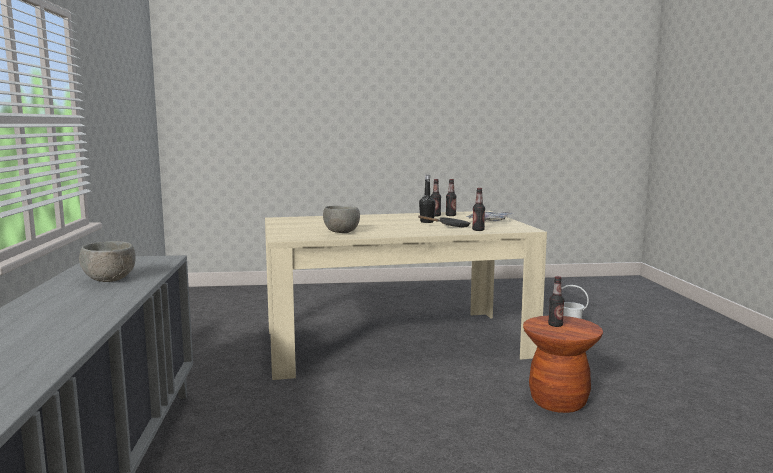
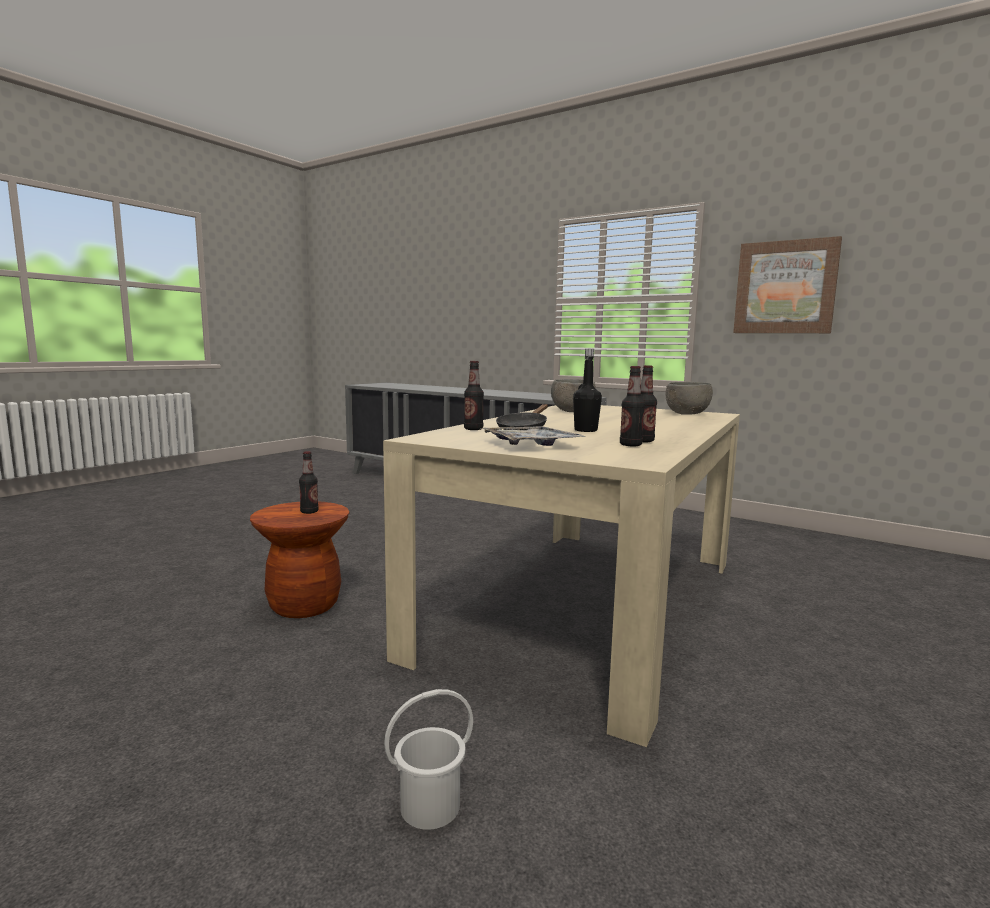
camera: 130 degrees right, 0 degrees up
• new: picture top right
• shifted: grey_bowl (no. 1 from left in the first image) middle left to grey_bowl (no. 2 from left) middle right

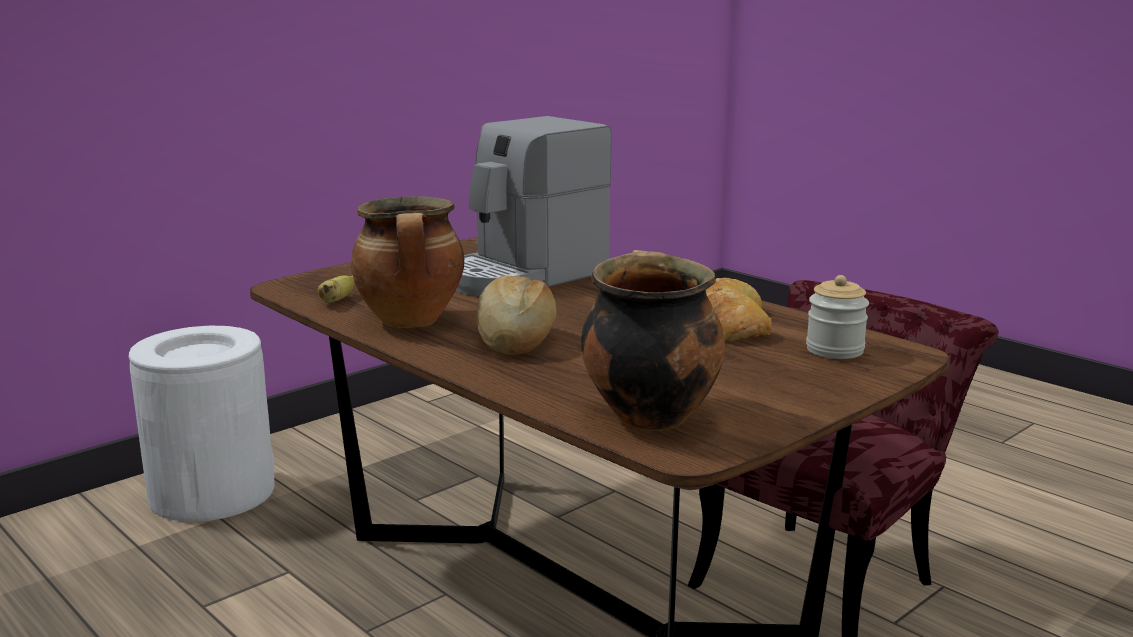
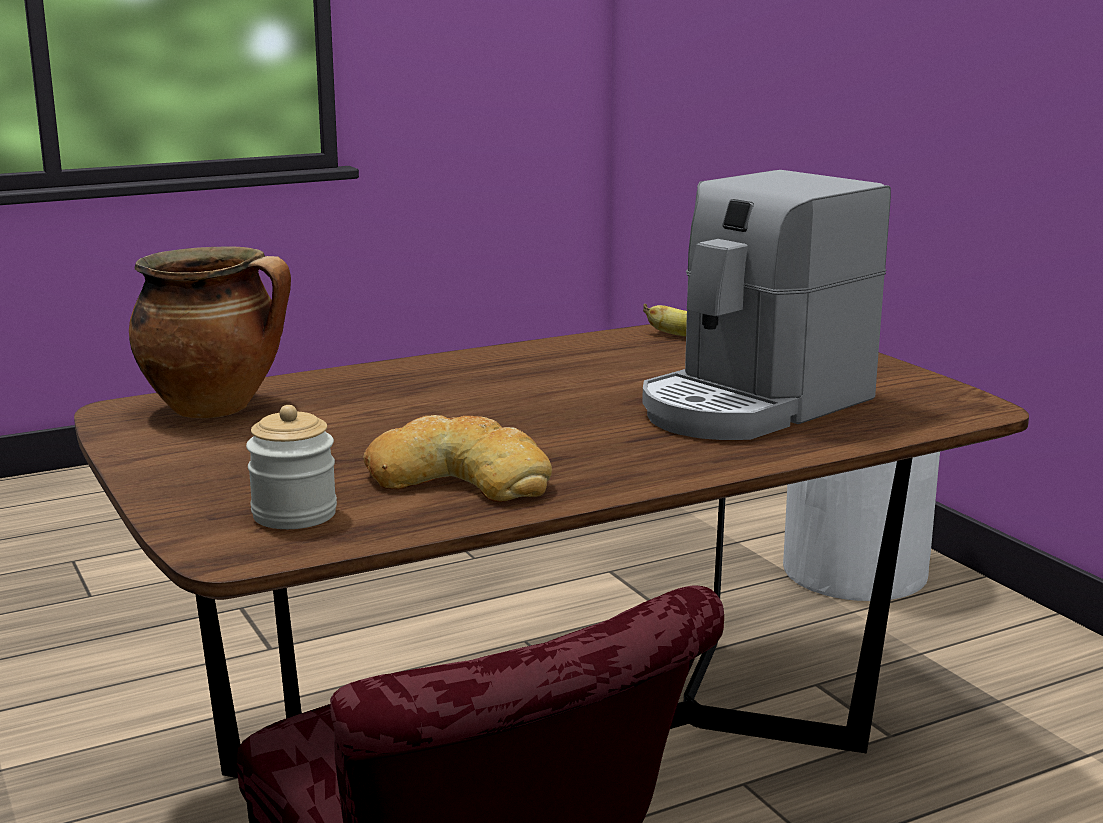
camera: 105 degrees right, 0 degrees up
• gone: cooking_pot (no. 1 from left) centre
• gone: bread (no. 1 from left) centre
• rotated: coffee_machine top centre = middle right 105 degrees counterclockwise

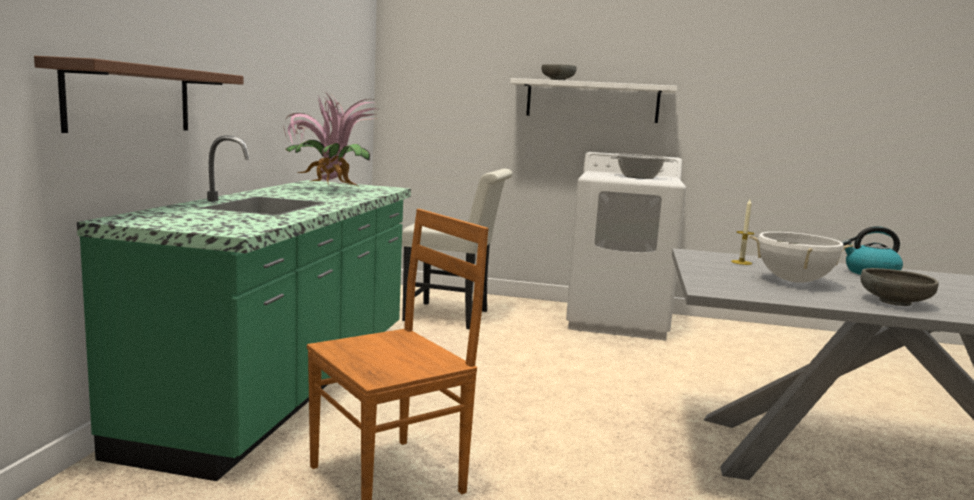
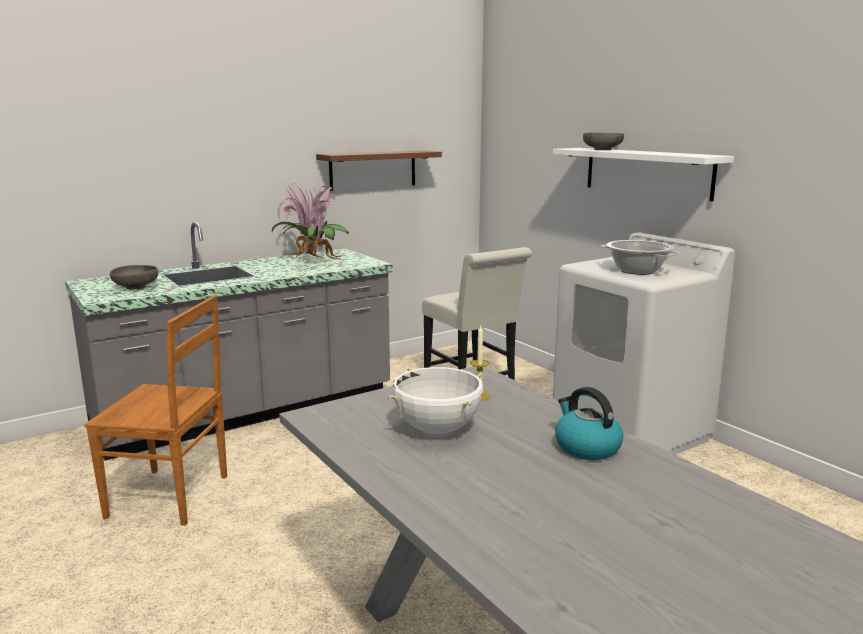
camera: 45 degrees right, 5 degrees up
• shifted: brown_shelf top left to top centre
• shifted: grey_bowl (no. 2 from left in the first image) middle right to grey_bowl (no. 1 from left) middle left
• repainted: green_counter middle left to grey_counter middle left

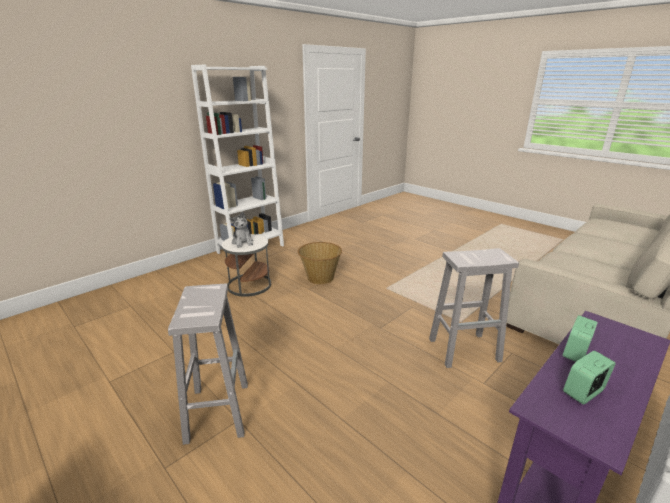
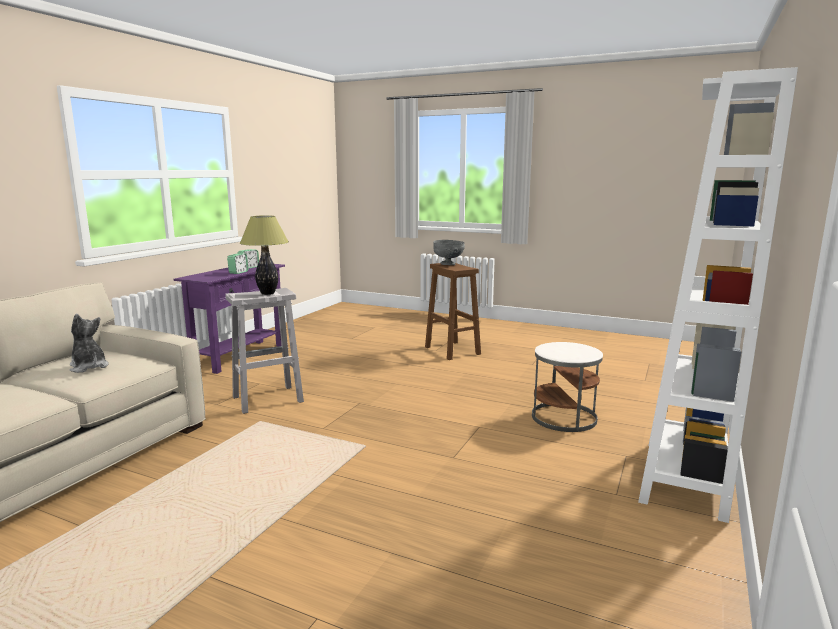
camera: 160 degrees right, 10 degrees down
• gone: basket centre
• new: table_lamp middle left
• new: grey_bowl centre
• shifted: plush_toy centre to middle left
• repainted: white_stool (no. 1 from left) bottom left to brown_stool centre

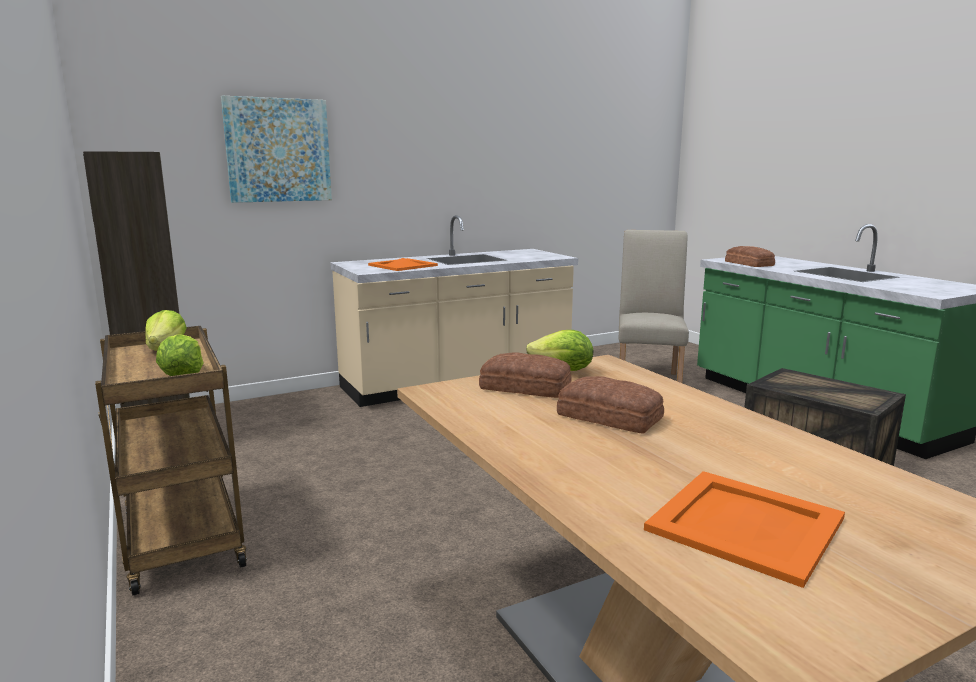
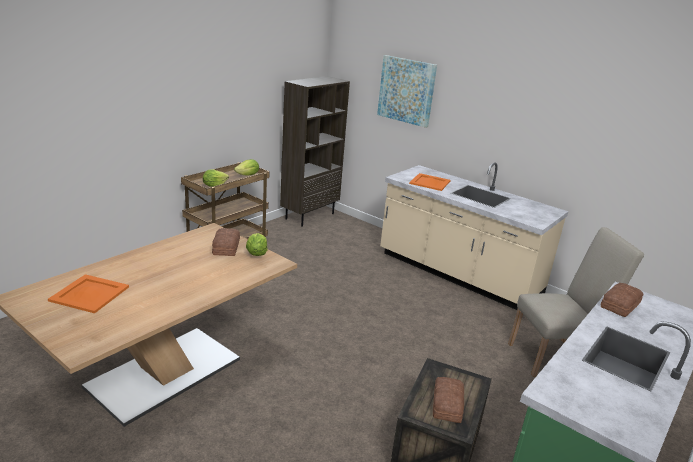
camera: 65 degrees right, 10 degrees up
• shifted: bread (no. 2 from left) centre to bottom centre

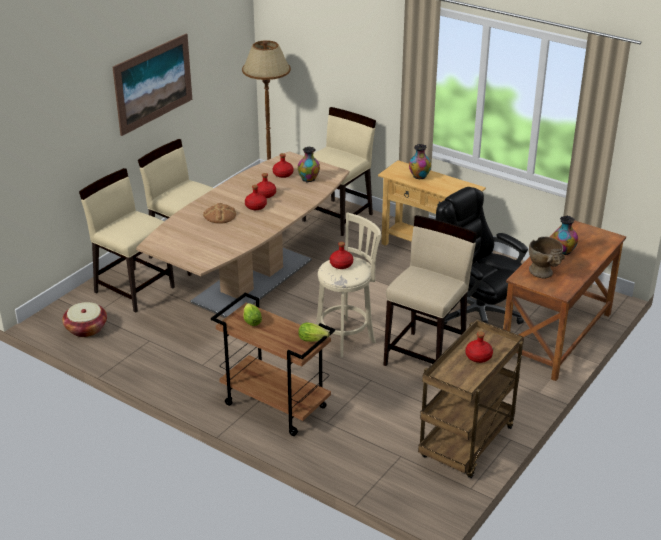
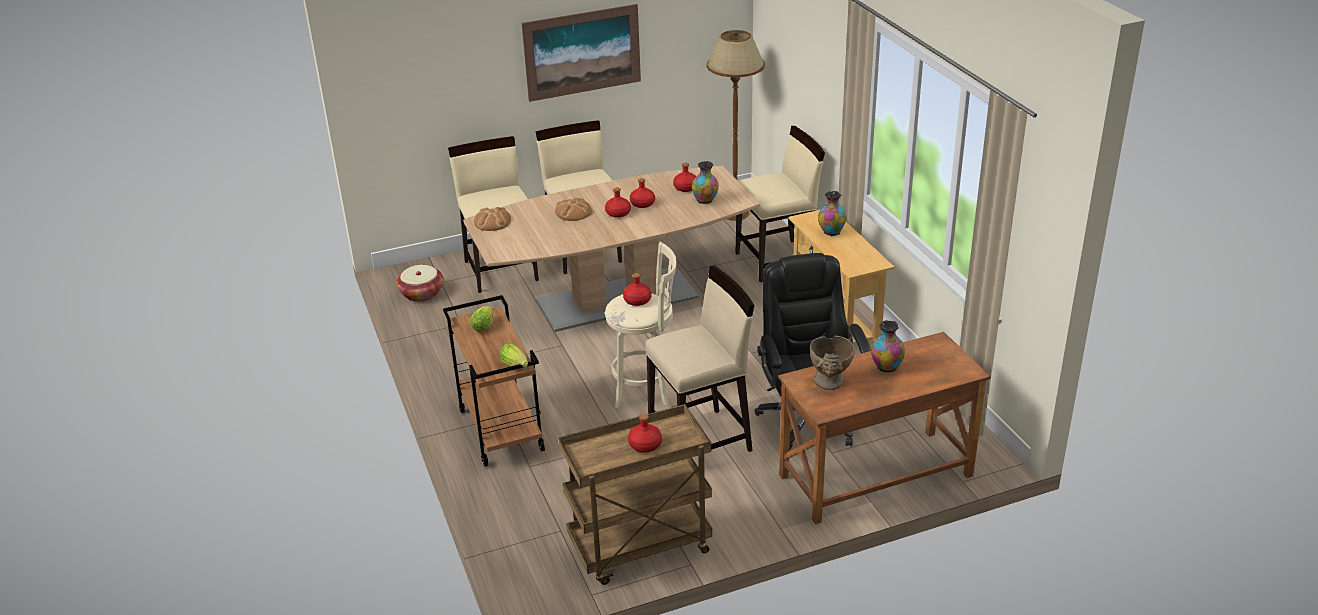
camera: 35 degrees right, 0 degrees up
• new: bread (no. 1 from left) centre

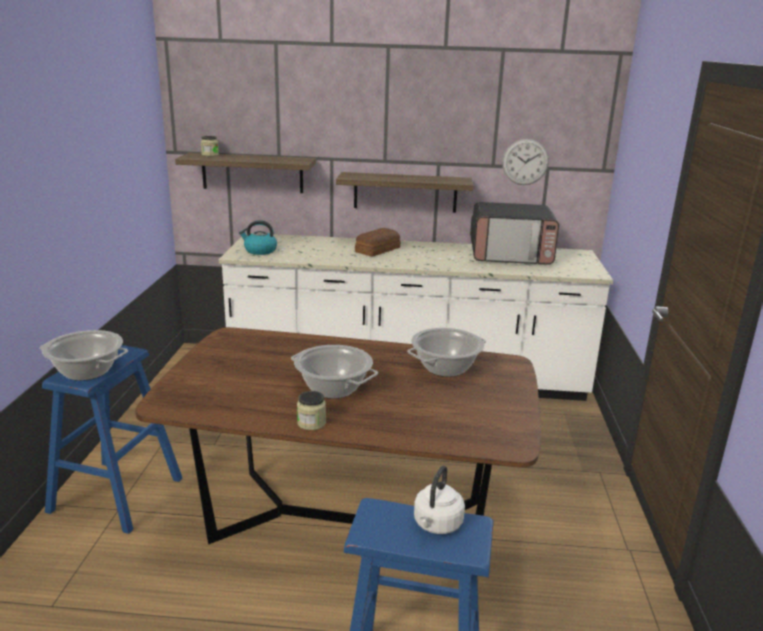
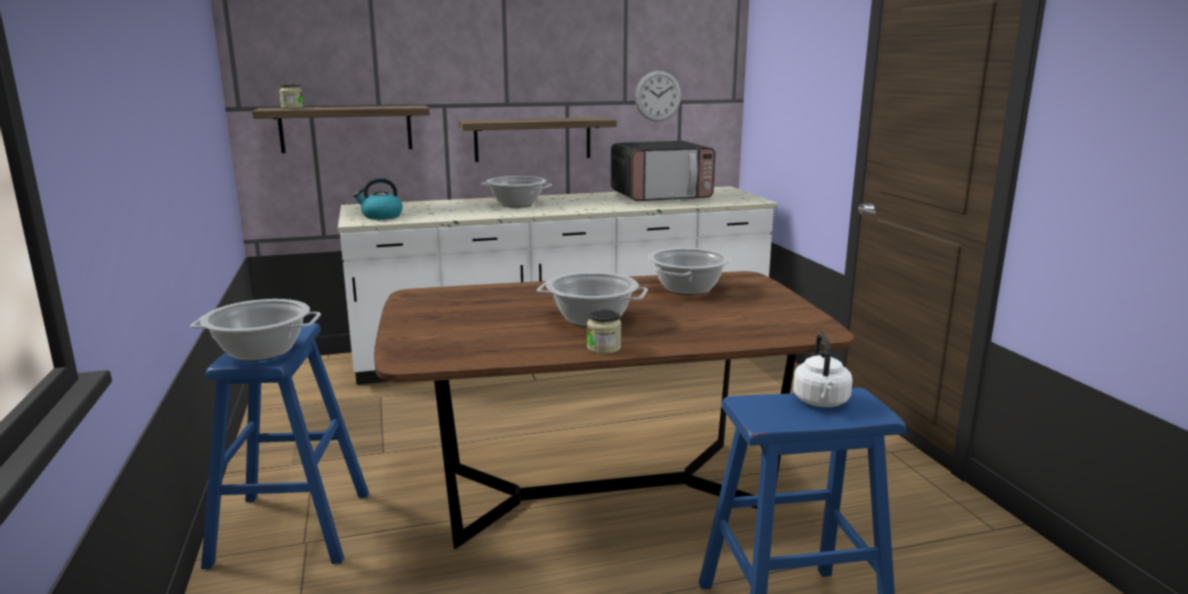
camera: 20 degrees left, 5 degrees down
• swapped: bread centre to cooking_pot (no. 2 from left) top centre

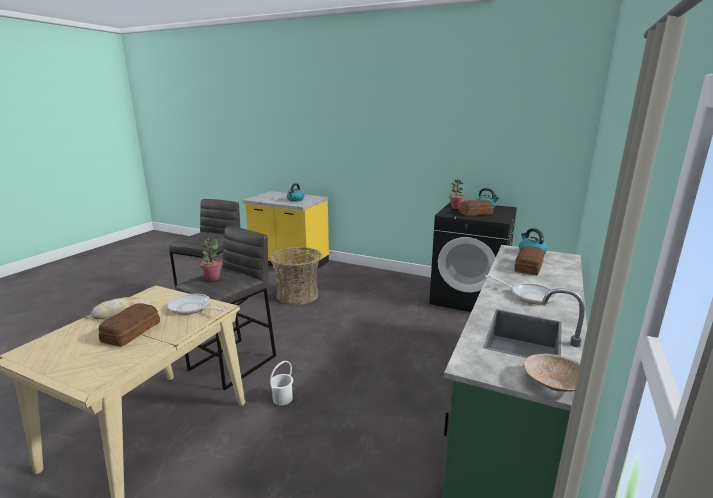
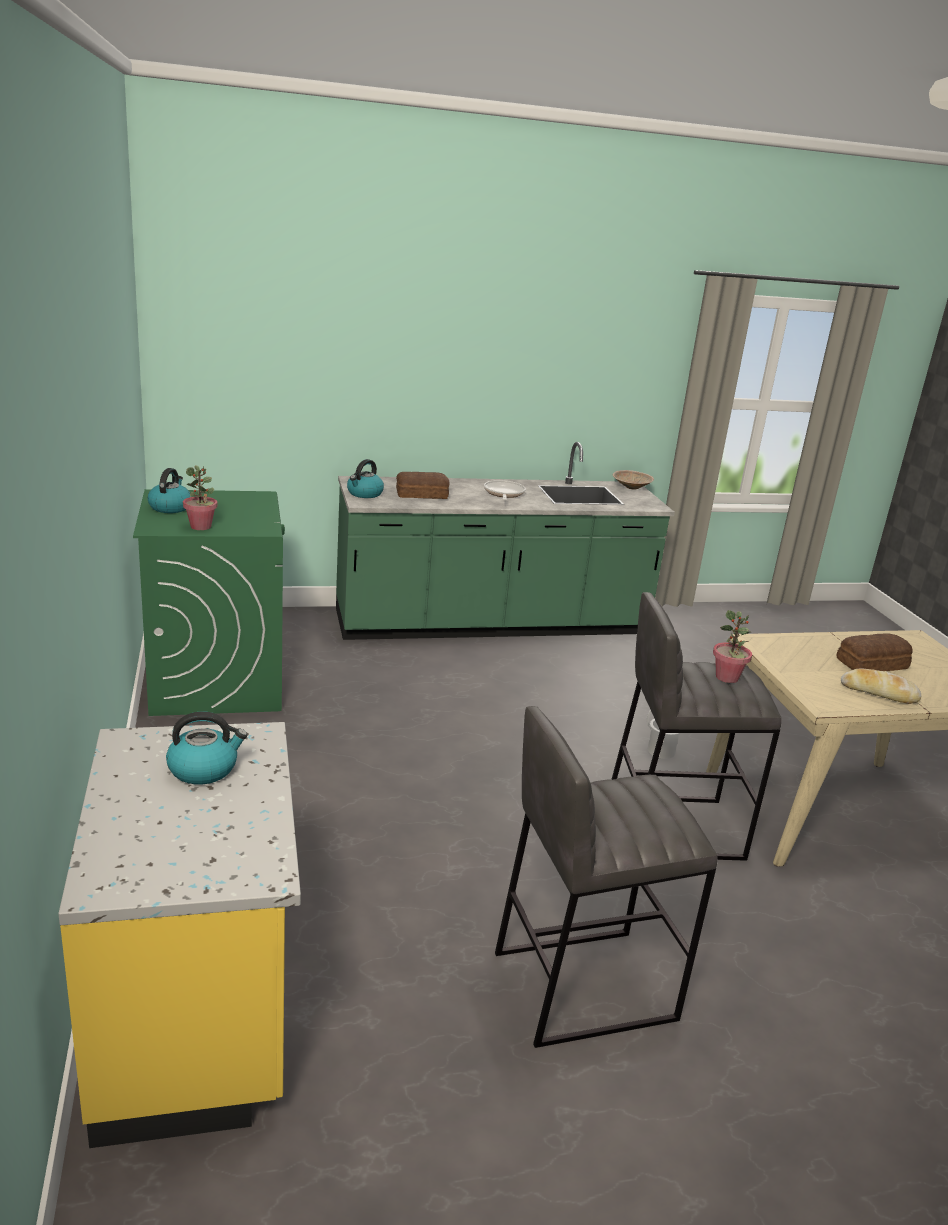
camera: 130 degrees left, 5 degrees up
• gone: frying_pan (no. 1 from left) middle left
• gone: basket centre
• gone: bread (no. 3 from left) middle right
• repainted: black_washing_machine centre to green_washing_machine middle left

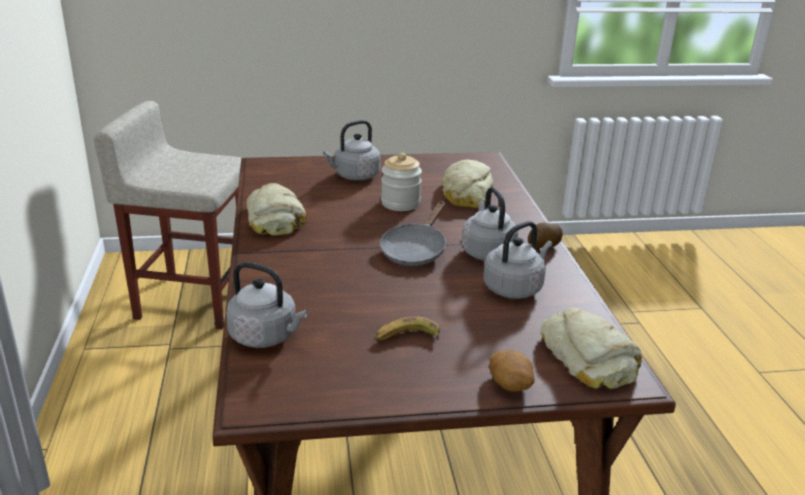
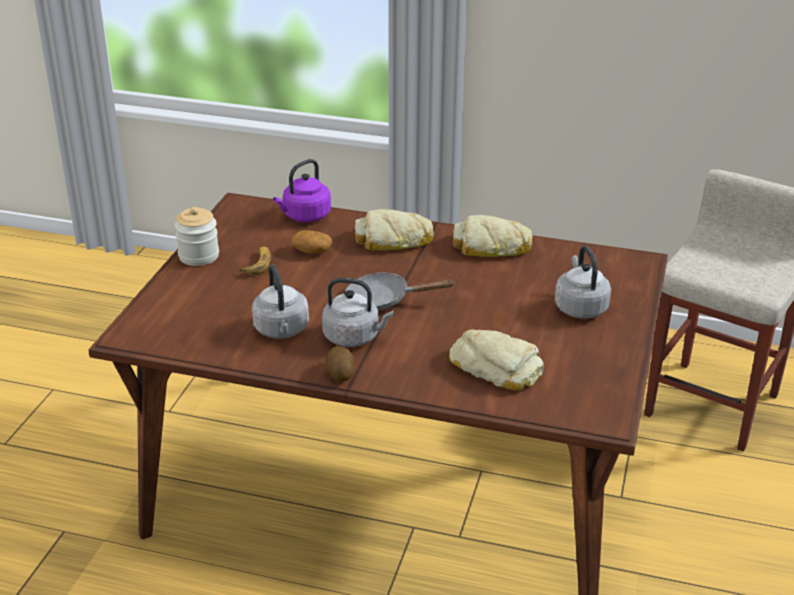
camera: 115 degrees right, 5 degrees up
• shifted: jar centre to middle left
• shifted: potato (no. 1 from left) bottom centre to centre
• shifted: bread (no. 3 from left in the first image) bottom right to bread (no. 1 from left) centre
• repainted: grey_kettle (no. 1 from left) middle left to purple_kettle top centre
• rotated: grey_frying_pan centre = centre 45 degrees counterclockwise

